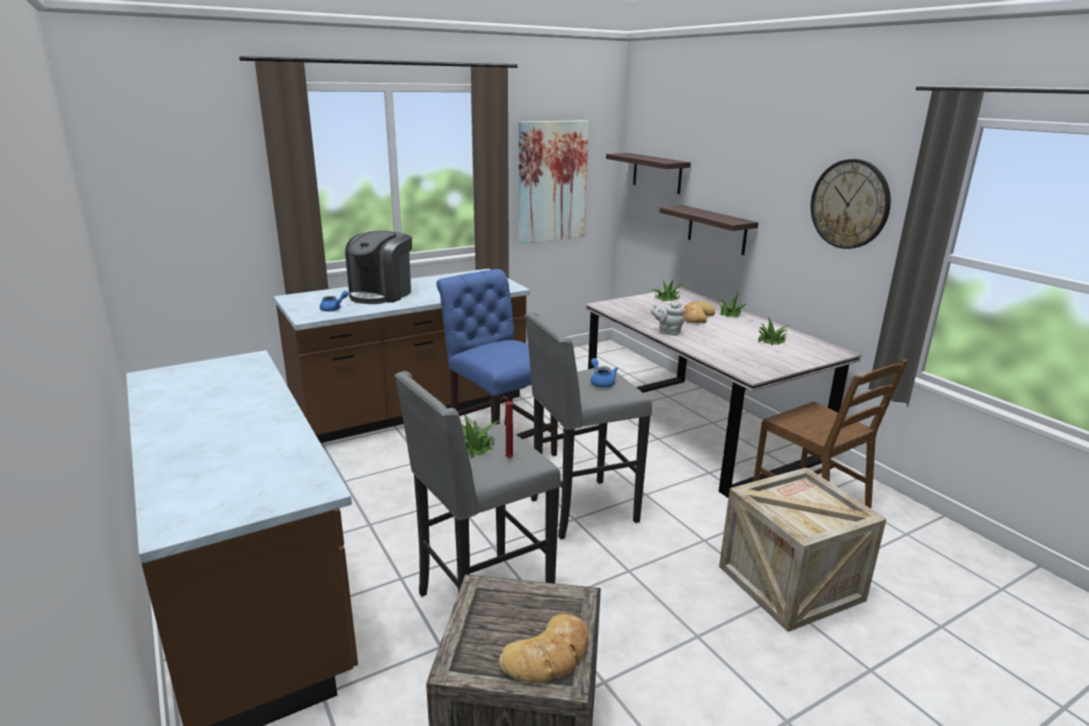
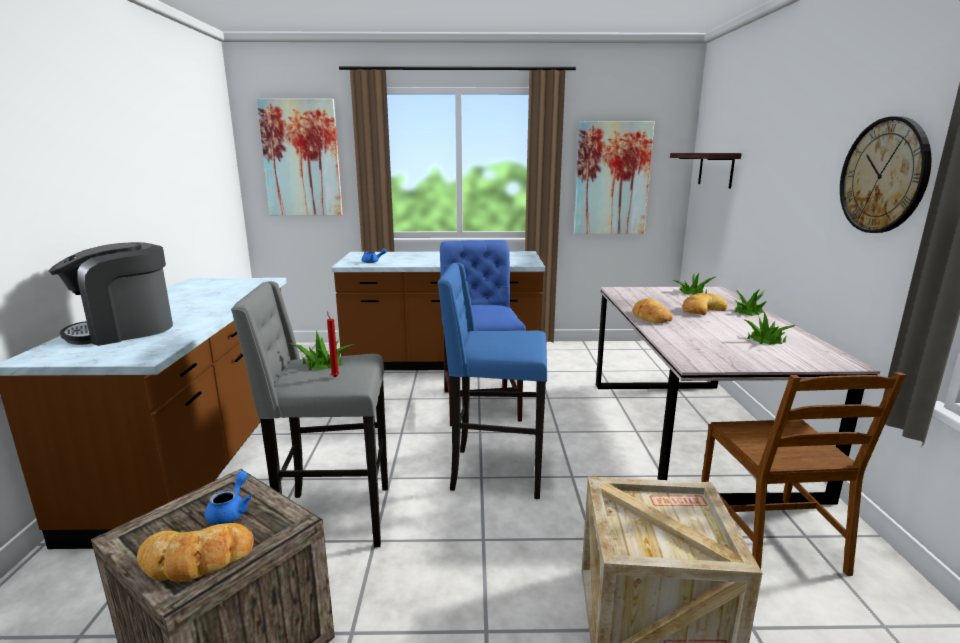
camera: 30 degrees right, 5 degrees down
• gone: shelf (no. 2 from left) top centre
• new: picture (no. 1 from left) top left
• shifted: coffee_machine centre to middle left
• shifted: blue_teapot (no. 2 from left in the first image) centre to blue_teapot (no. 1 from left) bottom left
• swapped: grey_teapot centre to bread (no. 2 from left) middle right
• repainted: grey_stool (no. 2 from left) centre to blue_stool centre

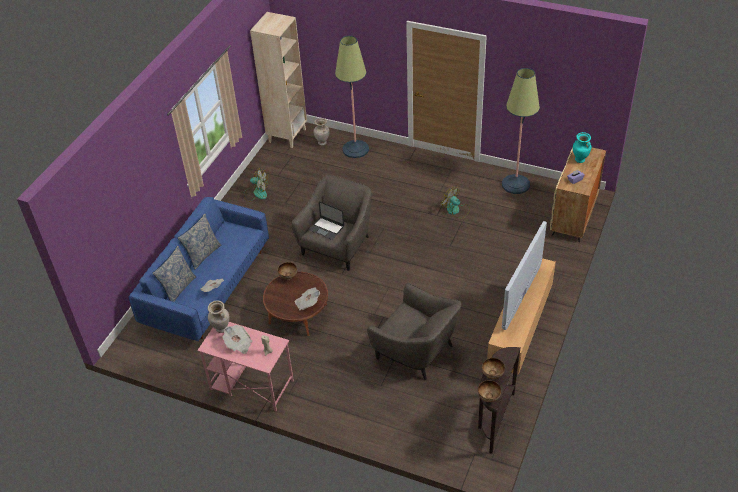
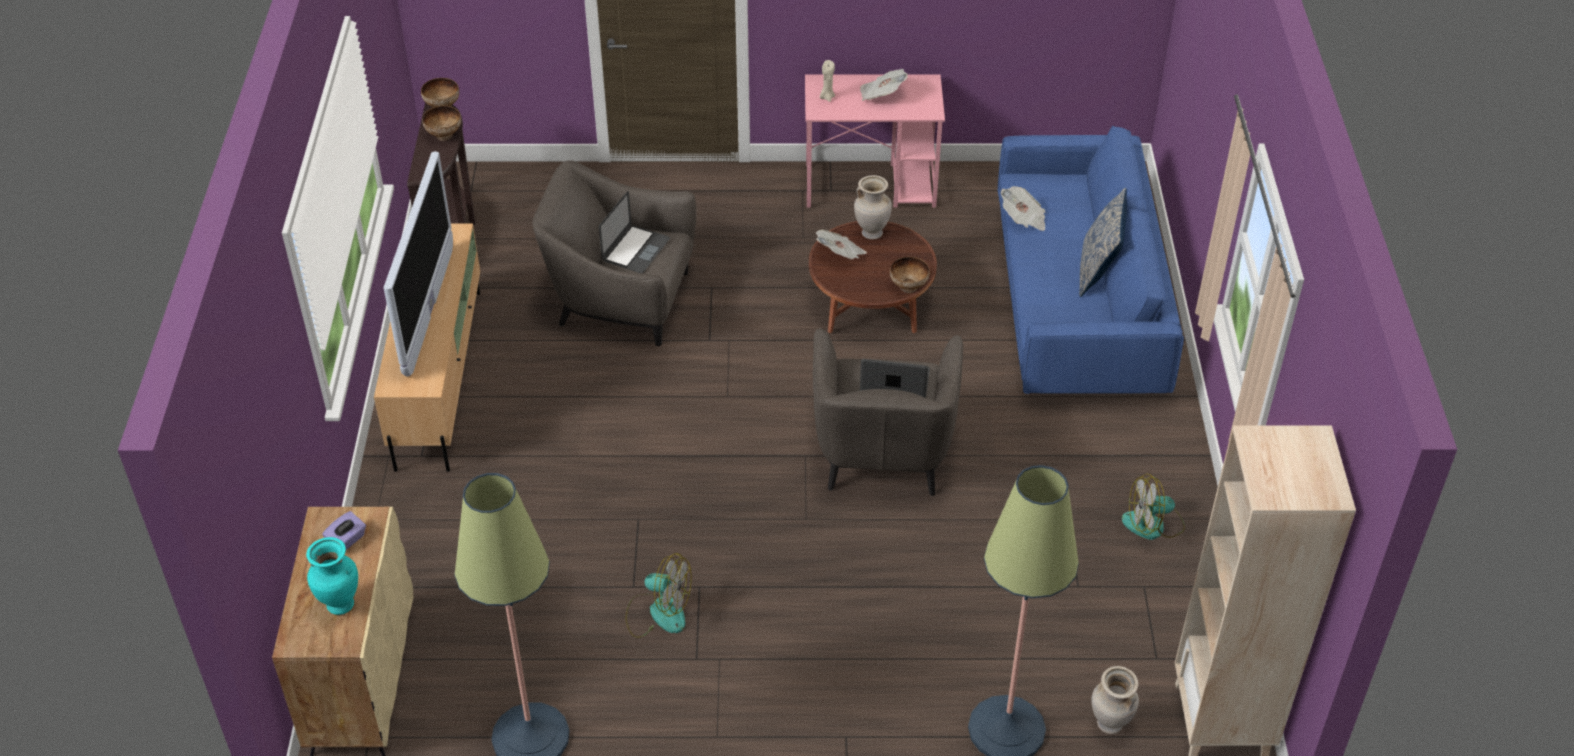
camera: 155 degrees right, 0 degrees up
• gone: pillow (no. 1 from left) middle left
• new: laptop (no. 1 from left) top centre
• shifted: beige_vase (no. 1 from left) middle left to top centre

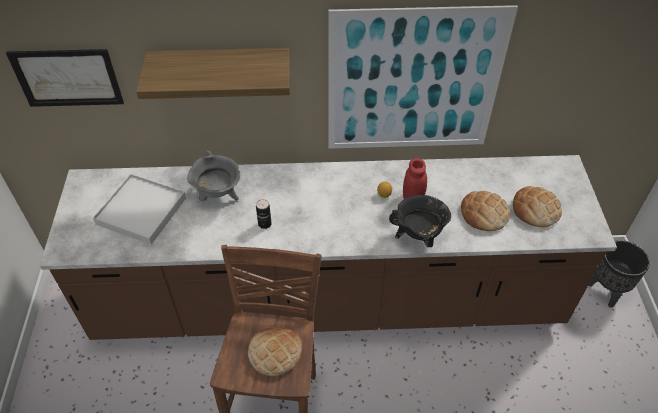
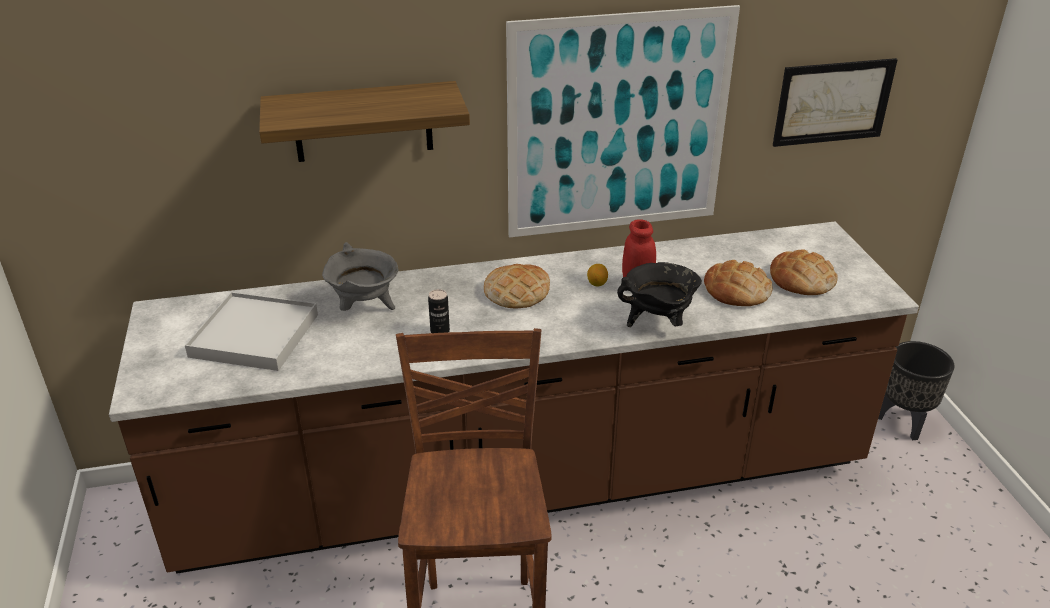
camera: 10 degrees left, 15 degrees down
• shifted: picture (no. 1 from left in the first image) top left to picture (no. 2 from left) top right
• shifted: bread (no. 1 from left) bottom centre to centre

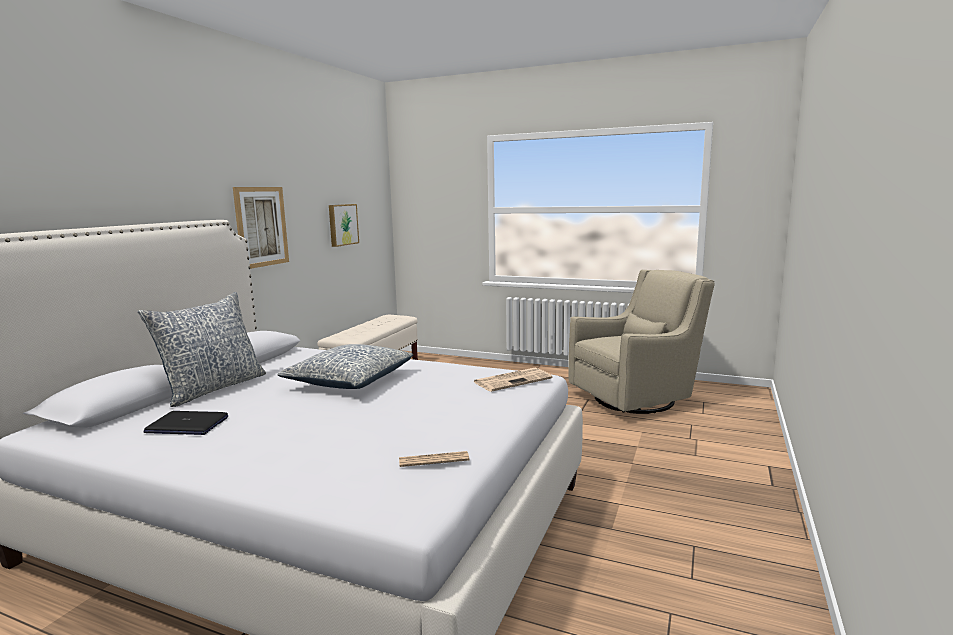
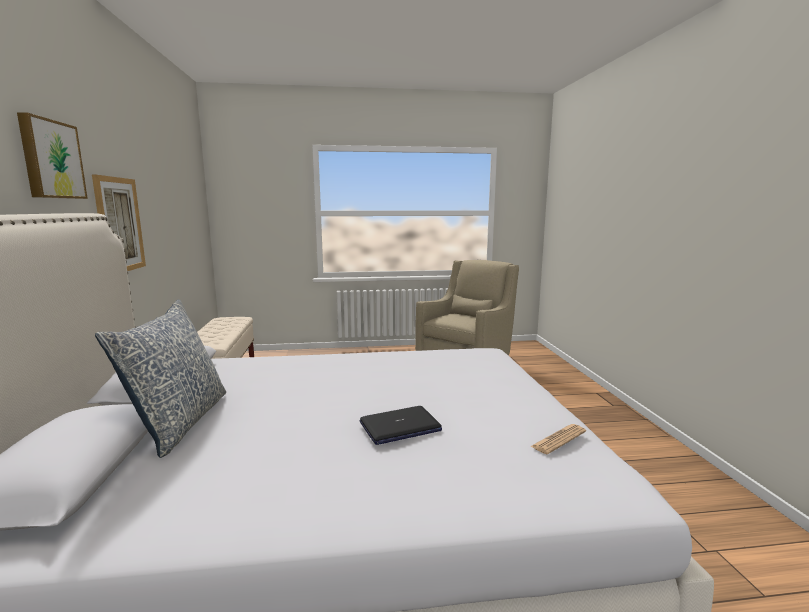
camera: 30 degrees left, 0 degrees up
• gone: pillow (no. 2 from left) centre
• gone: newspaper (no. 2 from left) centre
• shifted: laptop middle left to bottom centre
• shifted: picture (no. 2 from left in the first image) centre to picture (no. 1 from left) top left

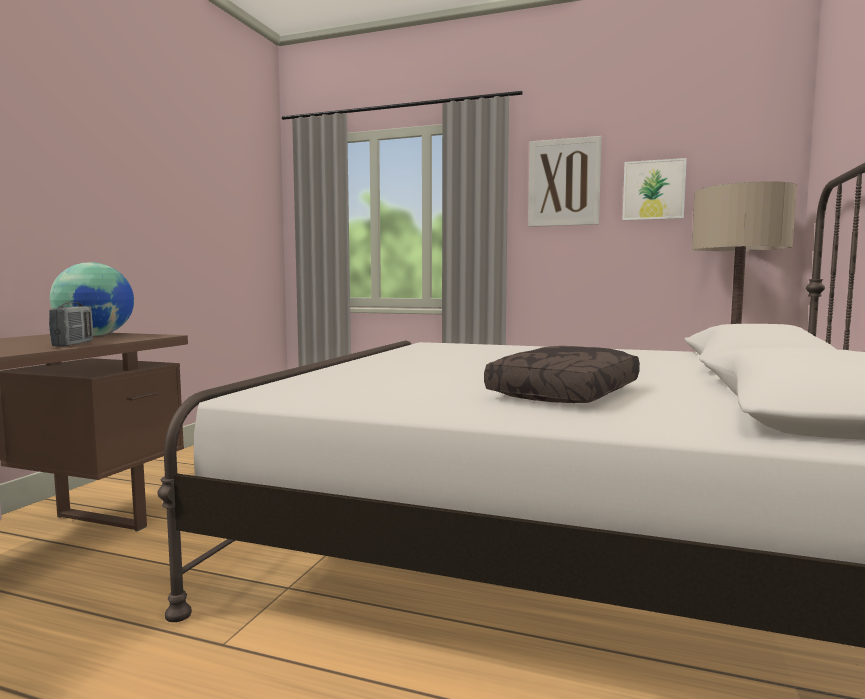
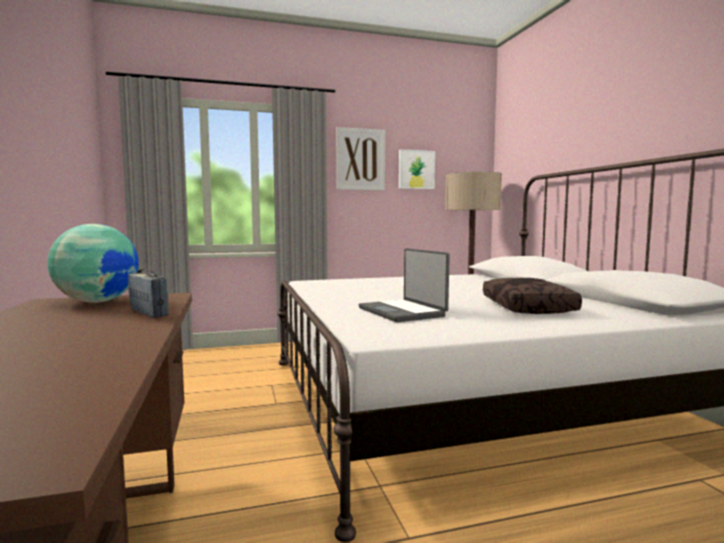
camera: 35 degrees left, 0 degrees up
• new: laptop centre

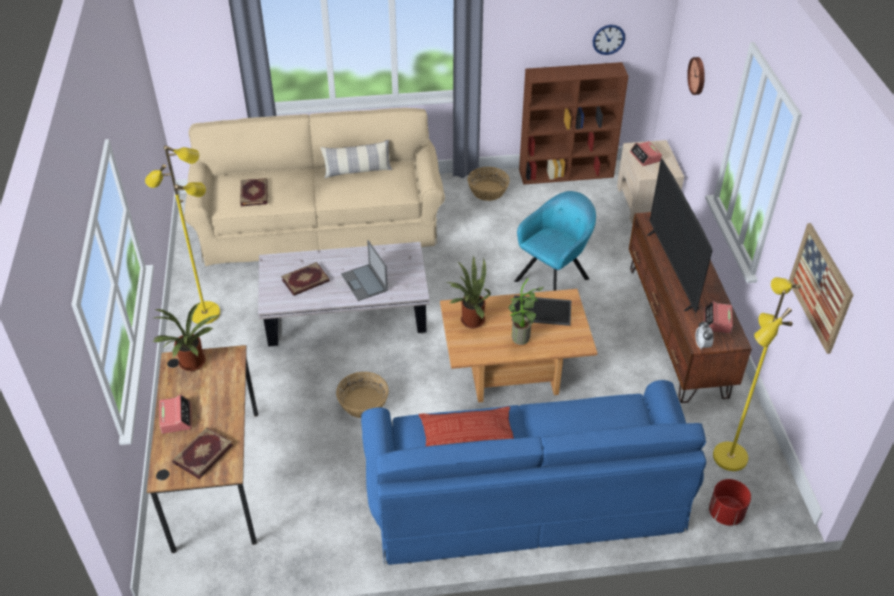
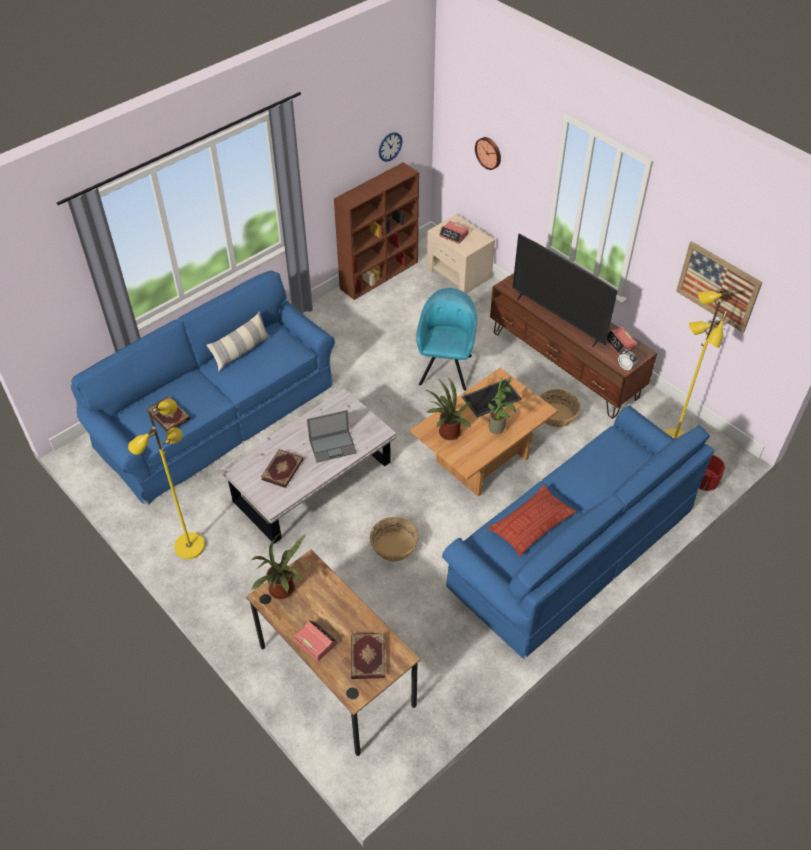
camera: 35 degrees left, 5 degrees up
• shifted: basket (no. 2 from left) top centre to middle right
• repainted: beige_sofa top centre to blue_sofa (no. 1 from left) middle left
• rotated: laptop centre = centre 45 degrees counterclockwise

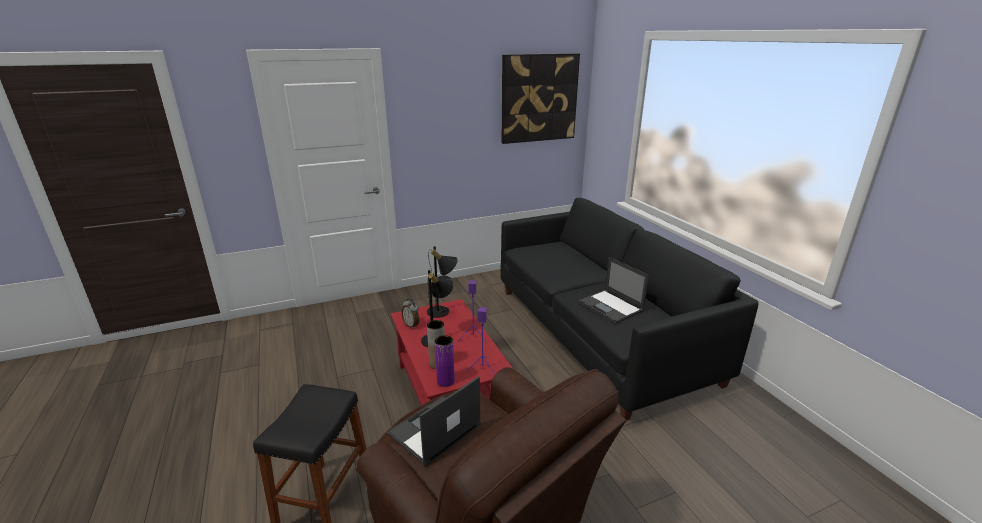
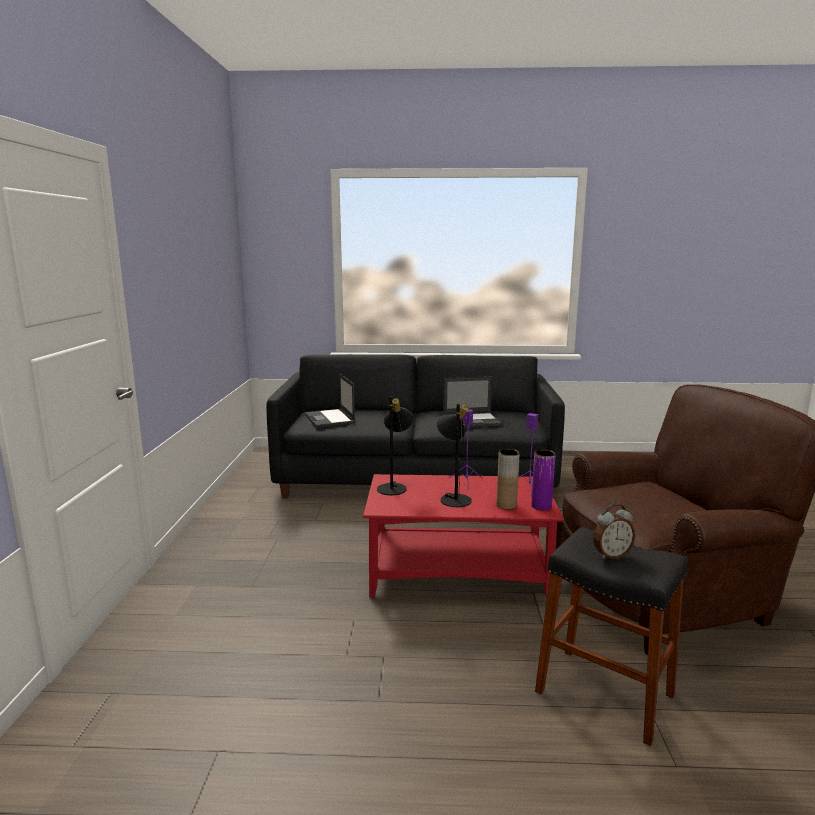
camera: 65 degrees left, 10 degrees down
• gone: picture top centre
• shifted: laptop (no. 1 from left) bottom centre to centre
• shifted: alarm_clock centre to middle right

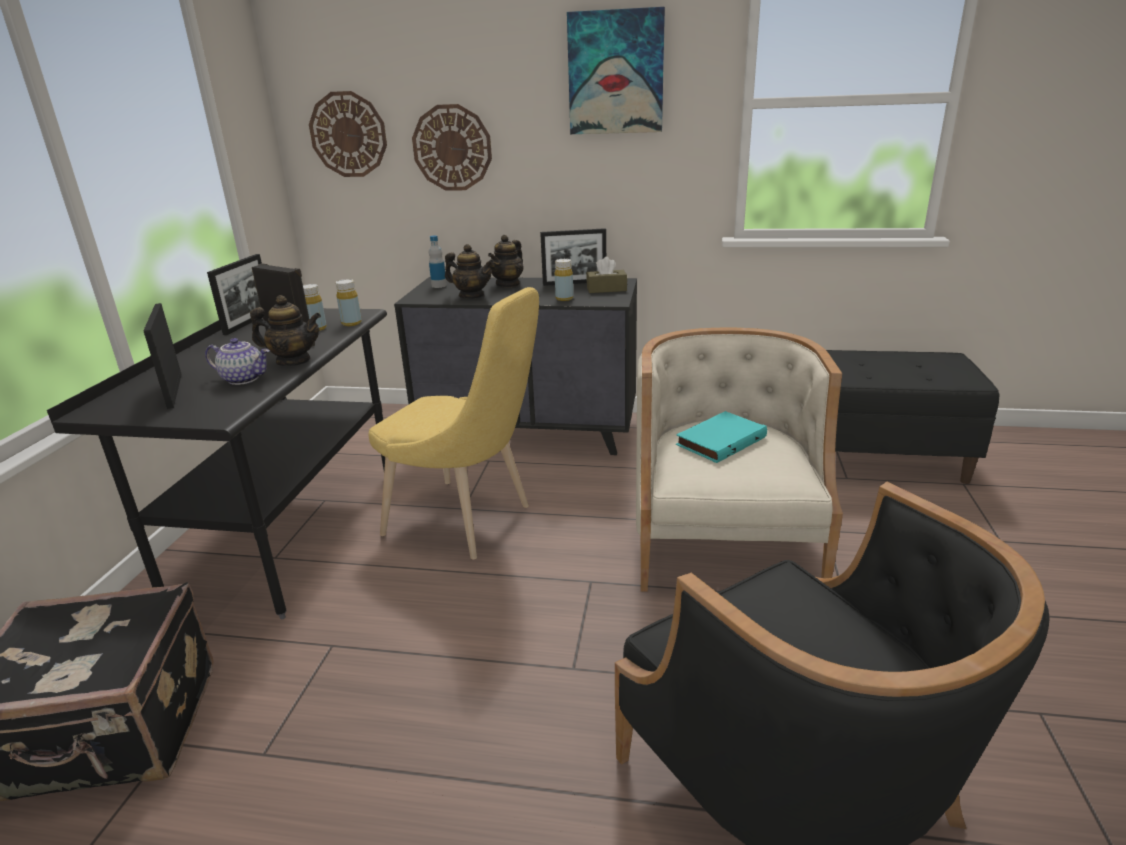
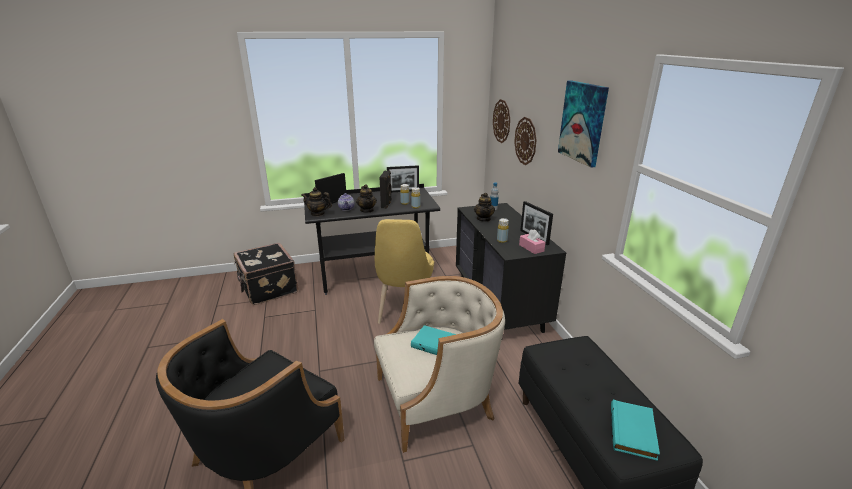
camera: 65 degrees right, 0 degrees up
• new: turquoise_book (no. 2 from left) bottom right
• shifted: teapot (no. 4 from left in the first image) top centre to teapot (no. 1 from left) centre
• repainted: brown_tissue_box top centre to pink_tissue_box centre

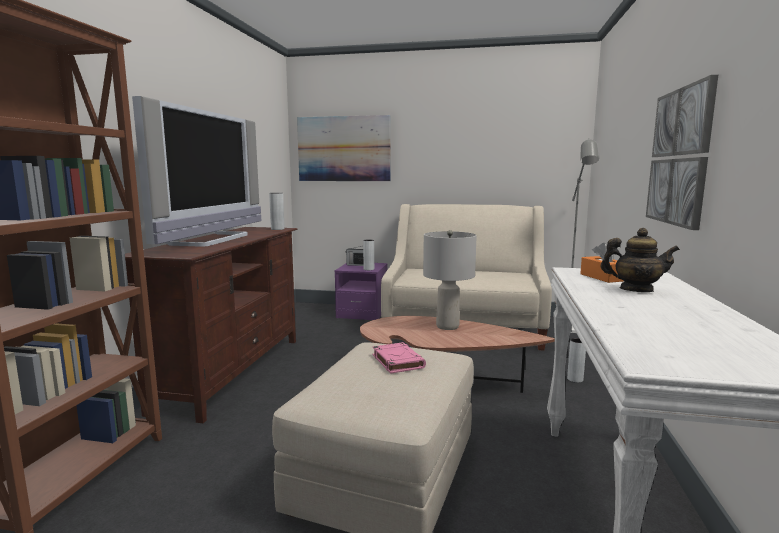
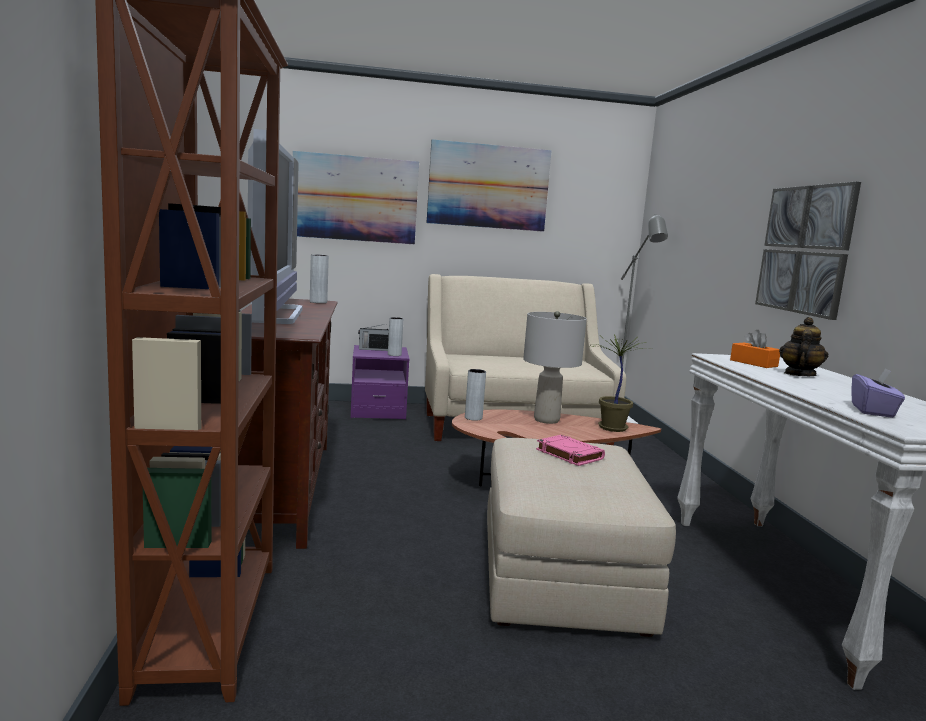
camera: 20 degrees left, 0 degrees up
• new: picture (no. 2 from left) top centre
• new: potted_plant middle right
• new: purple_tissue_box middle right
• shifted: grey_vase (no. 3 from left) bottom right to centre
• rotated: teapot middle right = middle right 60 degrees counterclockwise

